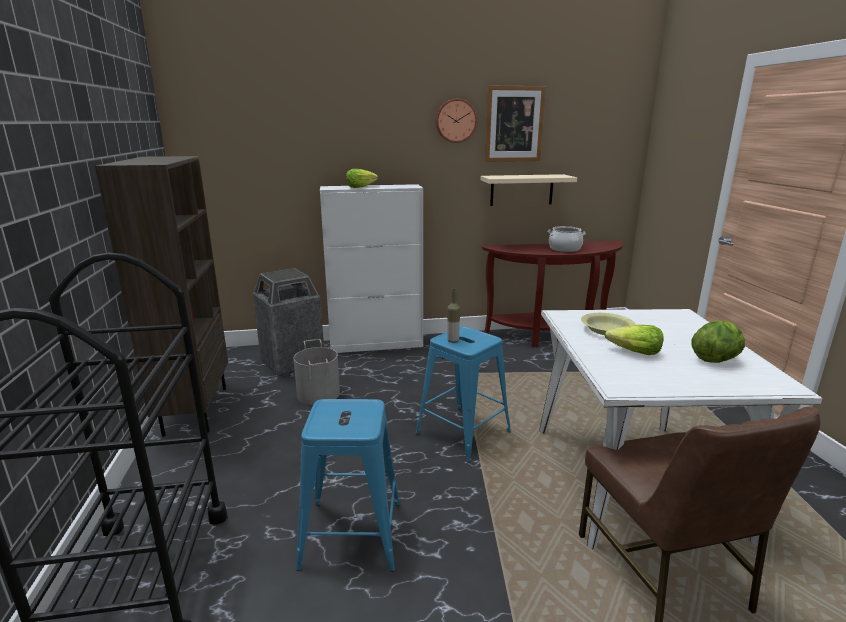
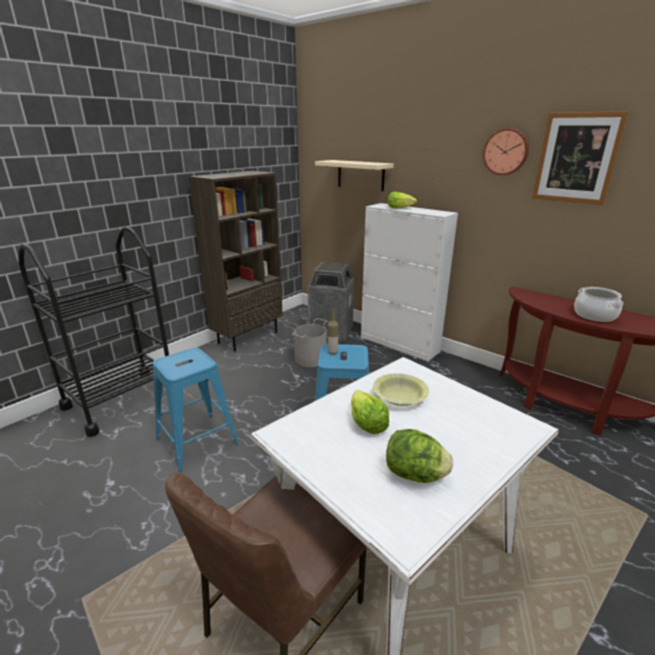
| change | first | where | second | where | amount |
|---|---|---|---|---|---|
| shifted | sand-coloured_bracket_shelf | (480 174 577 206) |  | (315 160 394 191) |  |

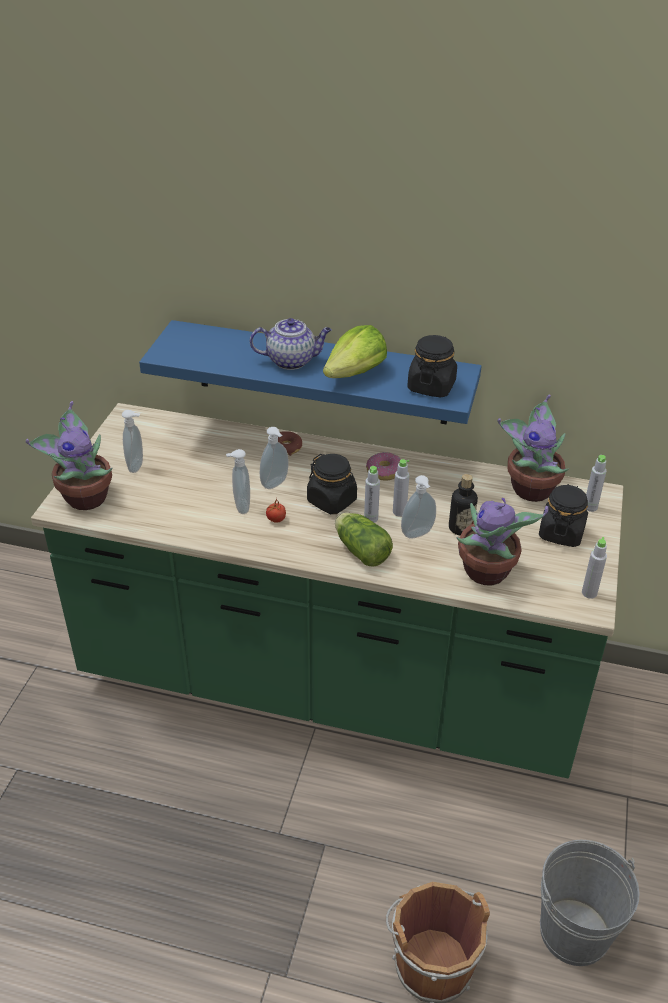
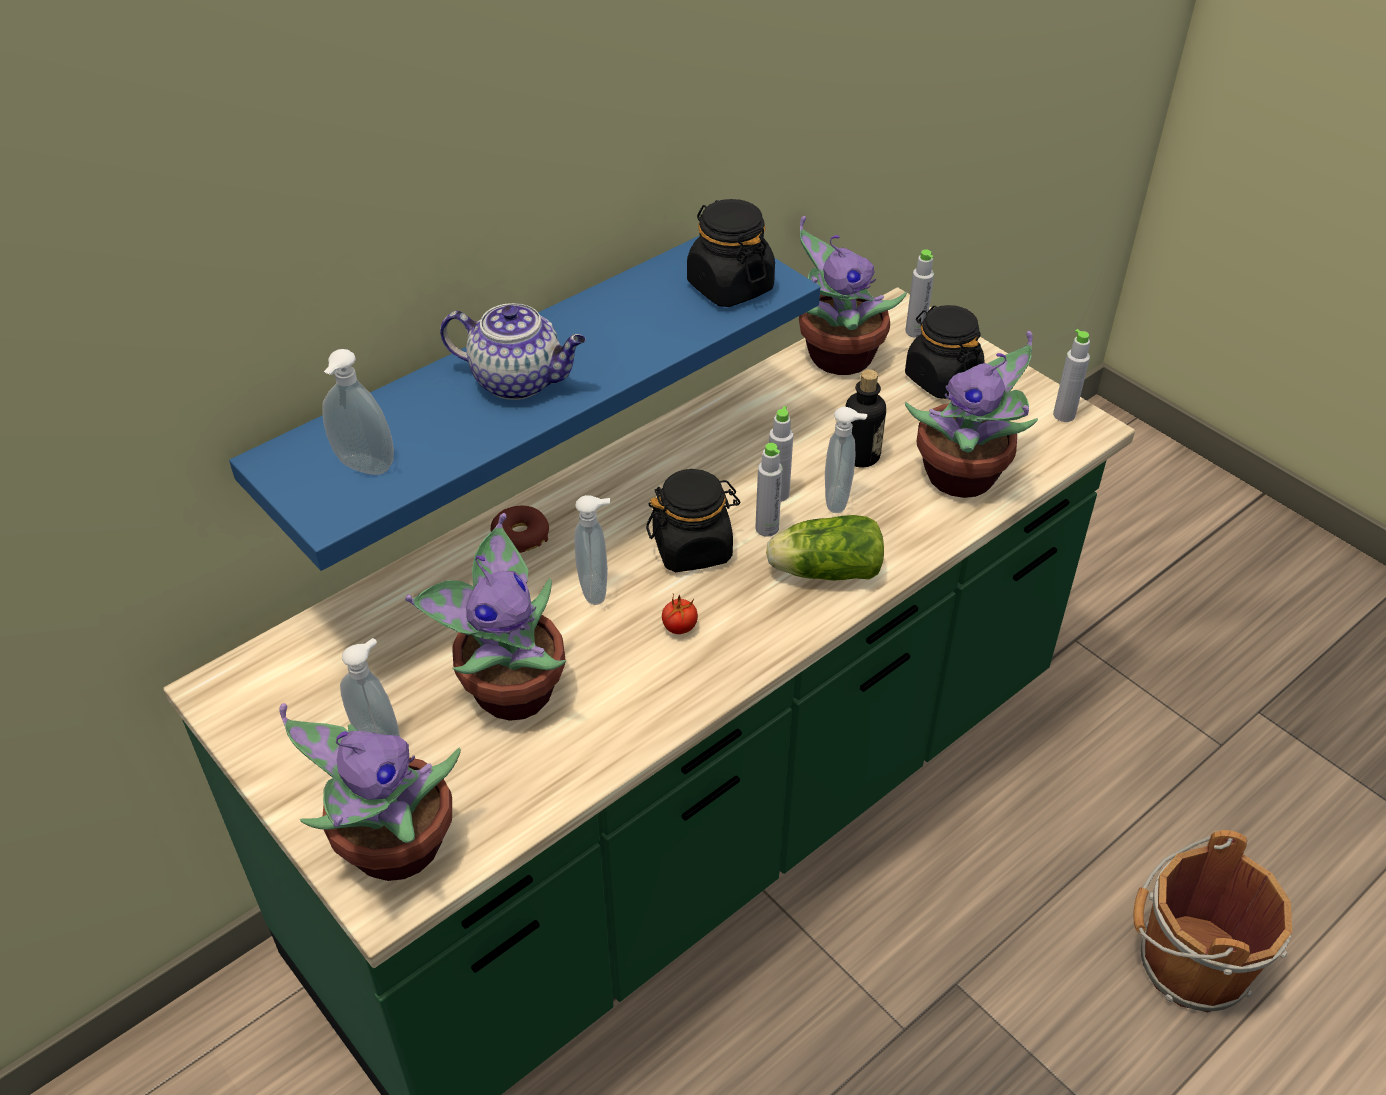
| change | first | where | second | where | amount |
|---|---|---|---|---|---|
| rotated | pot_for_tea | (250 318 332 370) |  | (440 303 586 400) | 75 degrees clockwise |
| gone | lettuce | (323 325 387 378) |  |  |  |
| shifted | soap_bottle | (226 449 250 514) |  | (322 349 394 475) |  |
| gone | doughnut | (366 452 401 481) |  |  |  |
| gone | grey_pail | (540 840 640 966) |  |  |  |
| new |  |  | plant_in_a_pot | (405 513 566 721) |  |

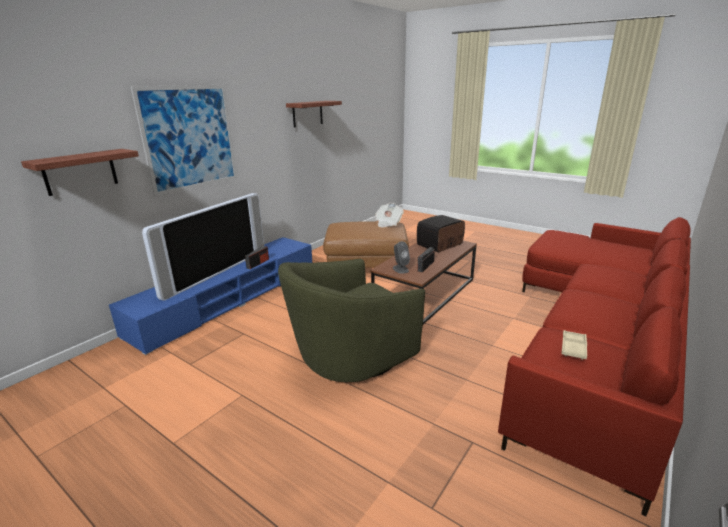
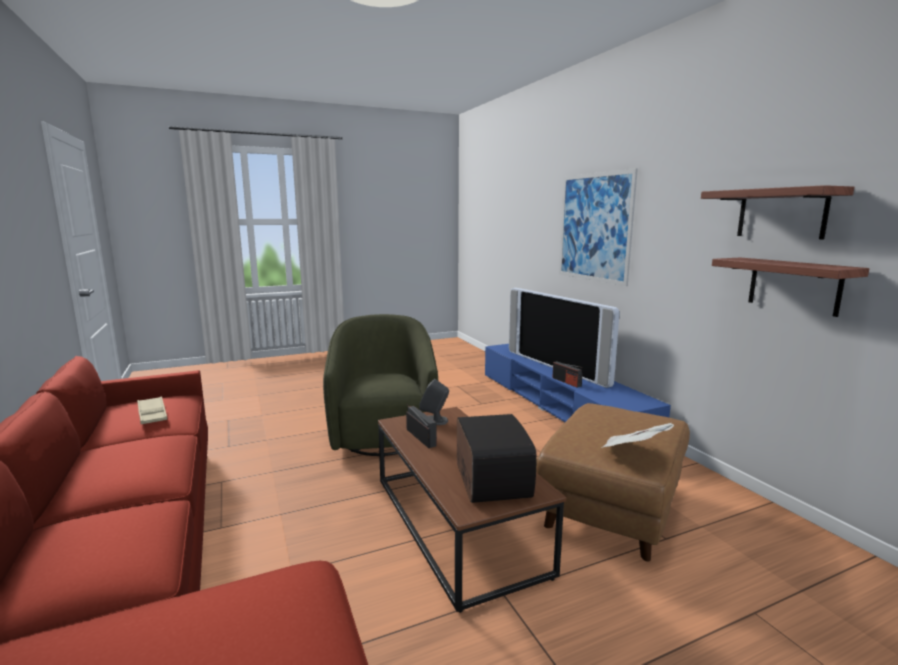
| change | first | where | second | where | amount |
|---|---|---|---|---|---|
| shifted | bracket_shelf | (21 149 139 196) |  | (712 257 869 317) |  |

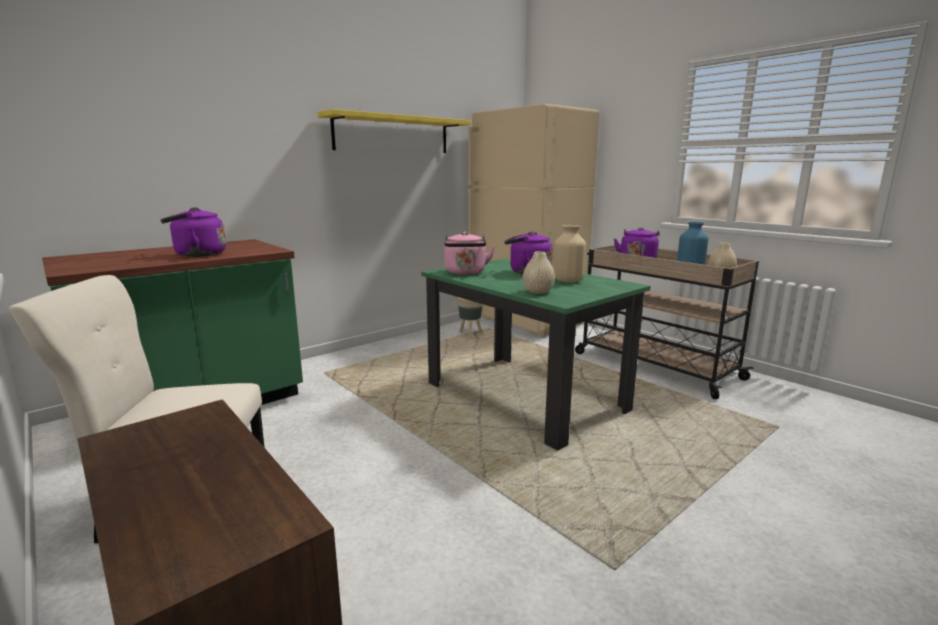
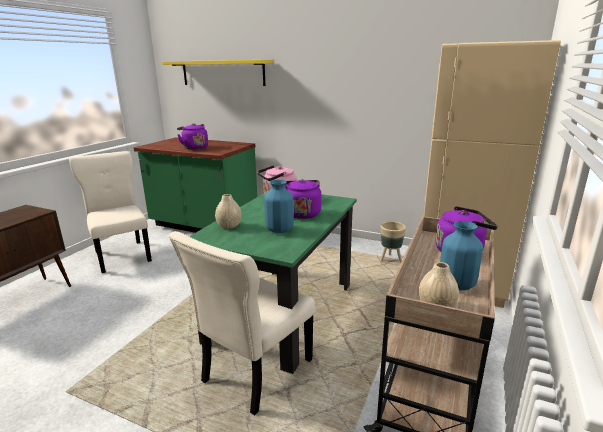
| change | first | where | second | where | amount |
|---|---|---|---|---|---|
| shifted | yellowish_bracket_shelf | (317 109 471 153) |  | (162 60 273 86) |  |
| repainted | sand-coloured_vase | (553 225 586 283) | blue_vase | (264 180 294 233) |  |
| new |  |  | sand-coloured_plain_chair | (169 231 315 415) |  |

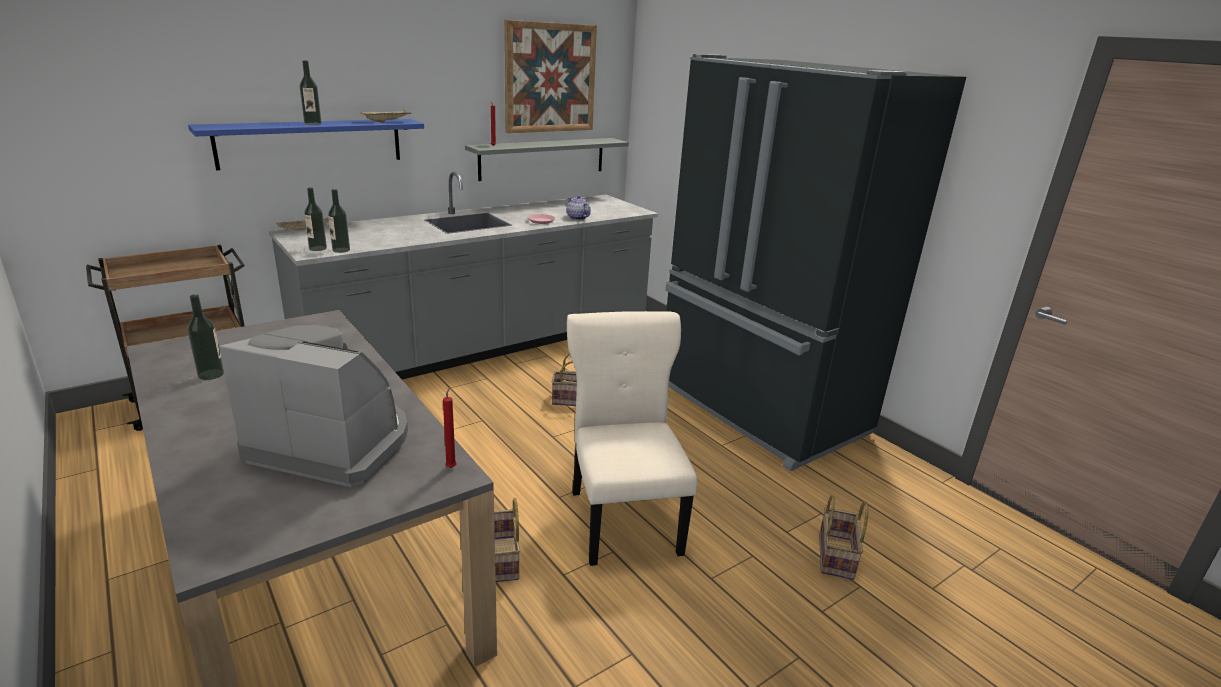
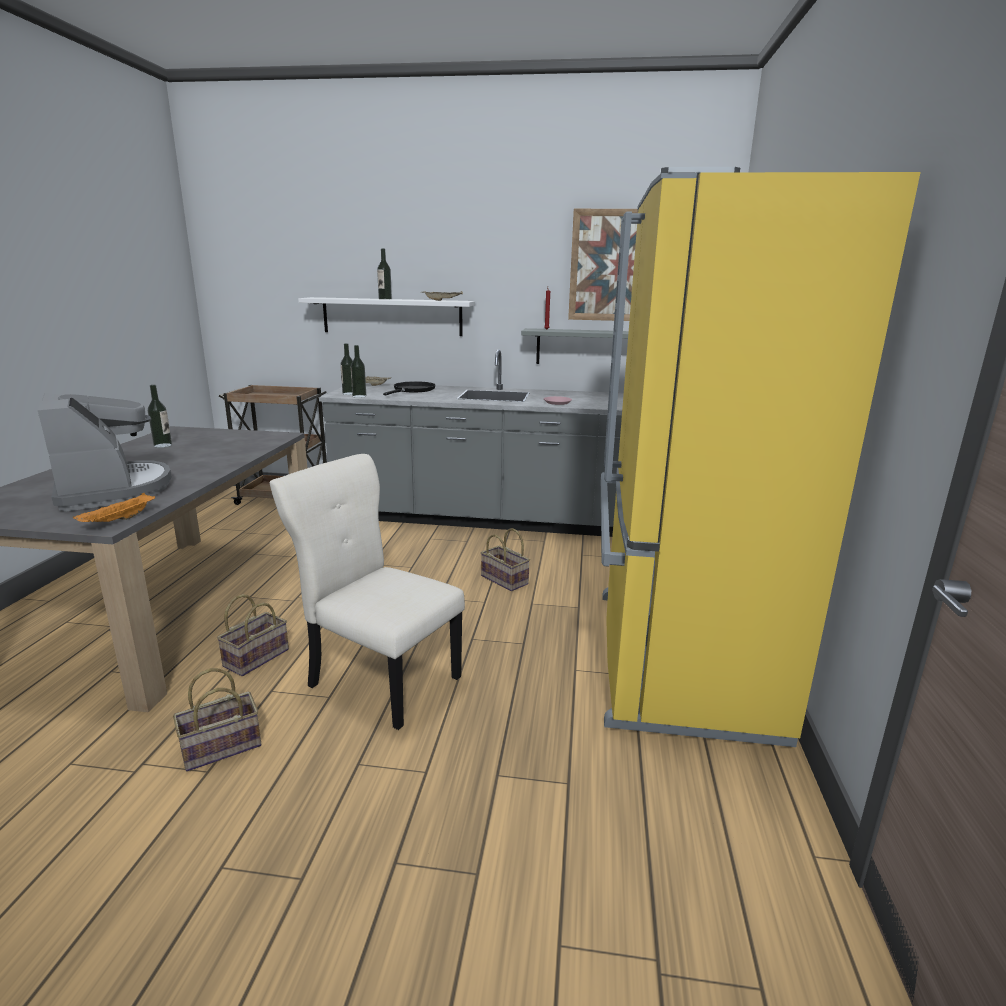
| change | first | where | second | where | amount |
|---|---|---|---|---|---|
| repainted | black_kitchen_fridge | (666 54 966 471) | yellowish_kitchen_fridge | (601 167 921 747) |  |
| repainted | blue_bracket_shelf | (188 119 424 170) | whitish_bracket_shelf | (298 297 475 336) |  |
| gone | pot_for_tea | (567 196 591 220) |  |  |  |
| rotated | sand-coloured_plain_chair | (567 311 697 566) |  | (270 454 465 730) | 90 degrees counterclockwise |
| swapped | red_wax_candle | (443 386 457 468) | orange-coloured_tray | (73 493 155 522) |  |
| shifted | storage_basket | (819 495 868 580) |  | (173 668 261 771) |  |
| new |  |  | black_skillet | (383 381 435 395) |  |

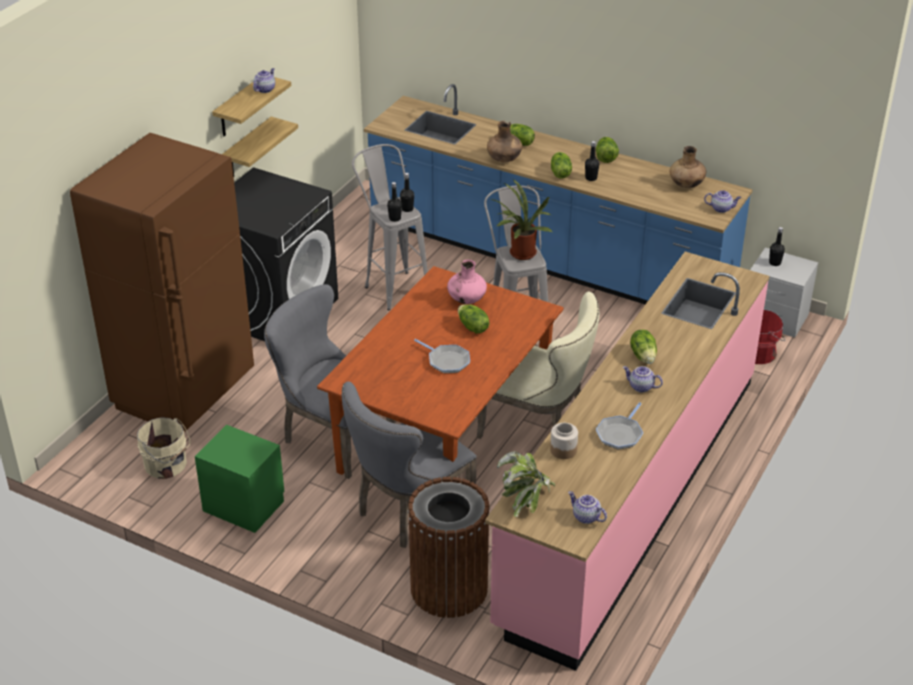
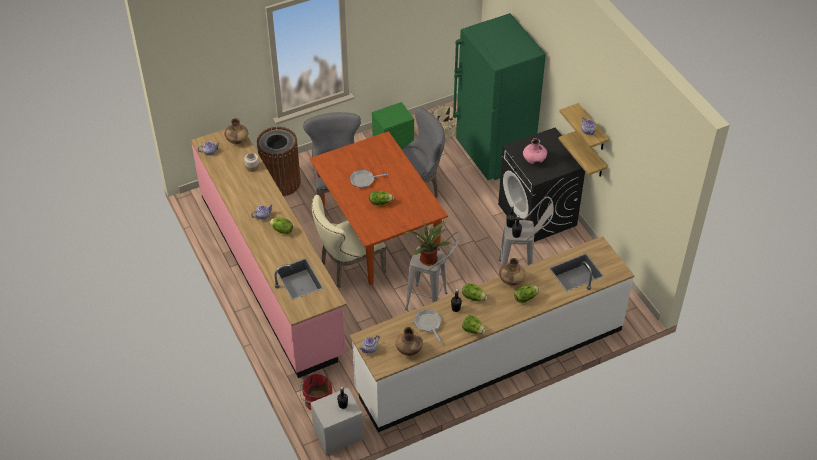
| change | first | where | second | where | amount |
|---|---|---|---|---|---|
| repainted | blue_kitchen_counter | (364 84 753 304) | whitish_kitchen_counter | (350 236 634 432) |  |
| repainted | brown_kitchen_fridge | (70 133 254 432) | green-coloured_kitchen_fridge | (453 13 546 180) |  |
| shifted | pink-coloured_vase | (447 260 487 304) |  | (523 138 547 164) |  |
| shifted | skillet | (596 402 643 449) |  | (414 309 442 343) |  |
| swapped | plant_in_a_pot | (497 451 555 517) | brown_vase | (225 118 248 144) |  |

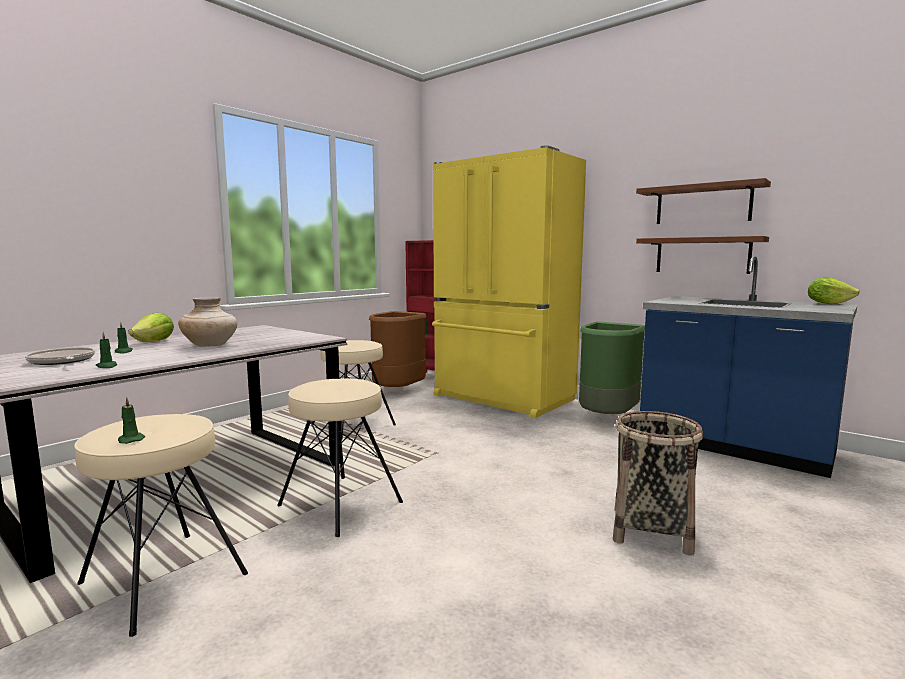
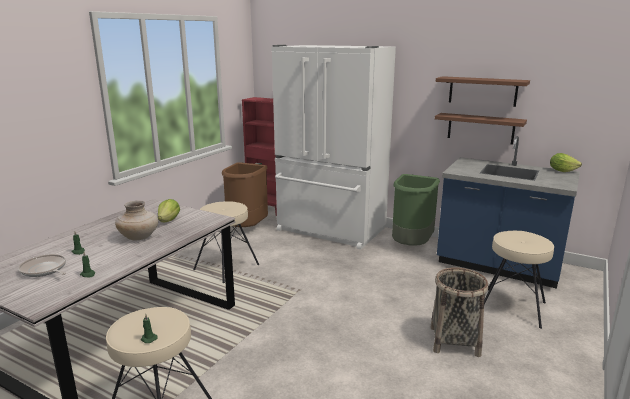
| change | first | where | second | where | amount |
|---|---|---|---|---|---|
| repainted | yellowish_kitchen_fridge | (432 145 586 418) | whitish_kitchen_fridge | (271 45 396 249) |  |
| shifted | lettuce | (129 313 174 342) |  | (158 199 180 222) |  |
| shifted | sand-coloured_stool | (277 378 403 537) |  | (484 231 554 329) |  |

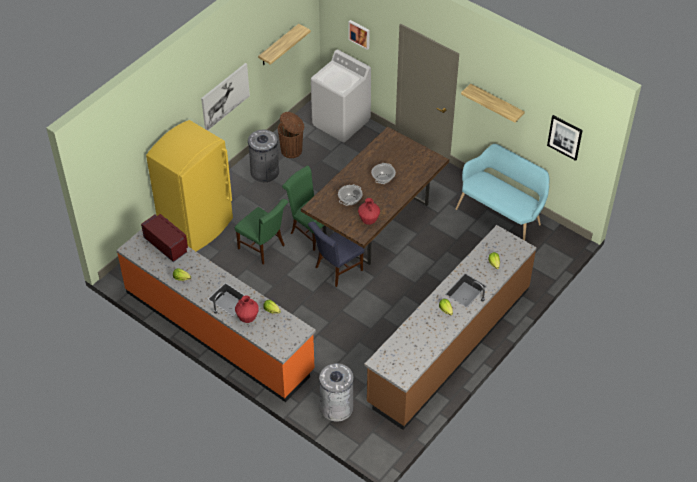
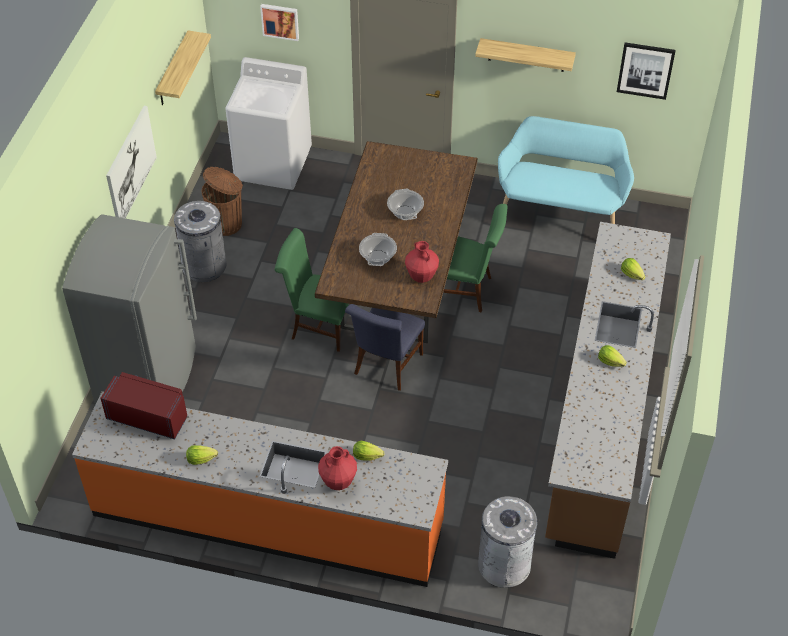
| change | first | where | second | where | amount |
|---|---|---|---|---|---|
| repainted | yellowish_kitchen_fridge | (146 120 233 251) | grey_kitchen_fridge | (62 214 197 405) |  |
| shifted | green-coloured_plain_chair | (235 199 288 264) |  | (443 204 508 312) |  |

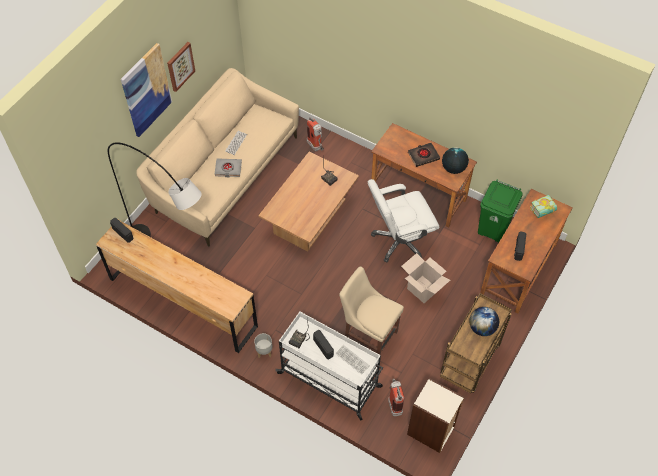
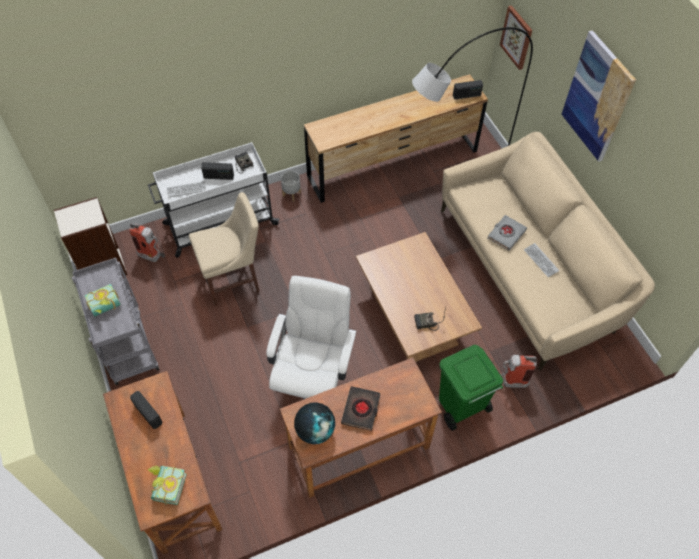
| change | first | where | second | where | amount |
|---|---|---|---|---|---|
| shifted | picture | (167 42 195 92) |  | (500 5 532 70) |  |
| shifted | green-coloured_waste_bin | (478 180 523 243) |  | (439 345 503 431) |  |
| gone | packing_box | (401 253 450 303) |  |  |  |
| repainted | brown_wheeled_cart | (440 293 512 394) | grey_wheeled_cart | (72 258 159 385) |  |
| swapped | world_globe | (470 307 499 336) | bound_book | (84 284 121 317) |  |

